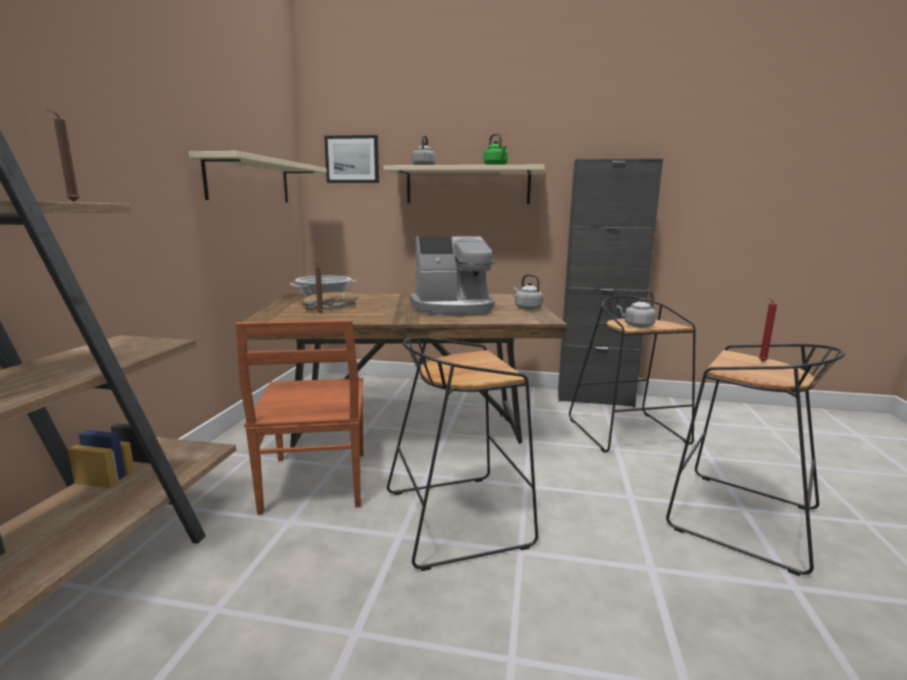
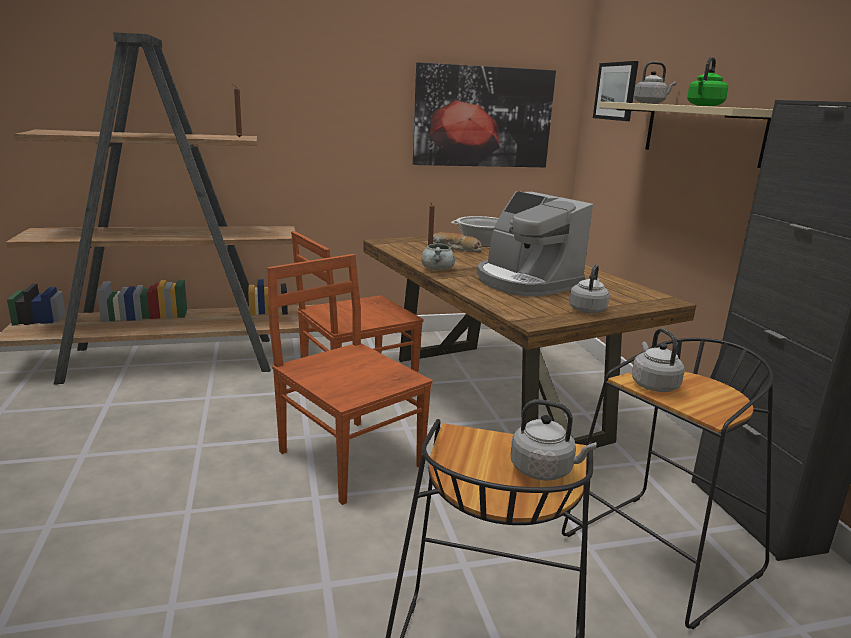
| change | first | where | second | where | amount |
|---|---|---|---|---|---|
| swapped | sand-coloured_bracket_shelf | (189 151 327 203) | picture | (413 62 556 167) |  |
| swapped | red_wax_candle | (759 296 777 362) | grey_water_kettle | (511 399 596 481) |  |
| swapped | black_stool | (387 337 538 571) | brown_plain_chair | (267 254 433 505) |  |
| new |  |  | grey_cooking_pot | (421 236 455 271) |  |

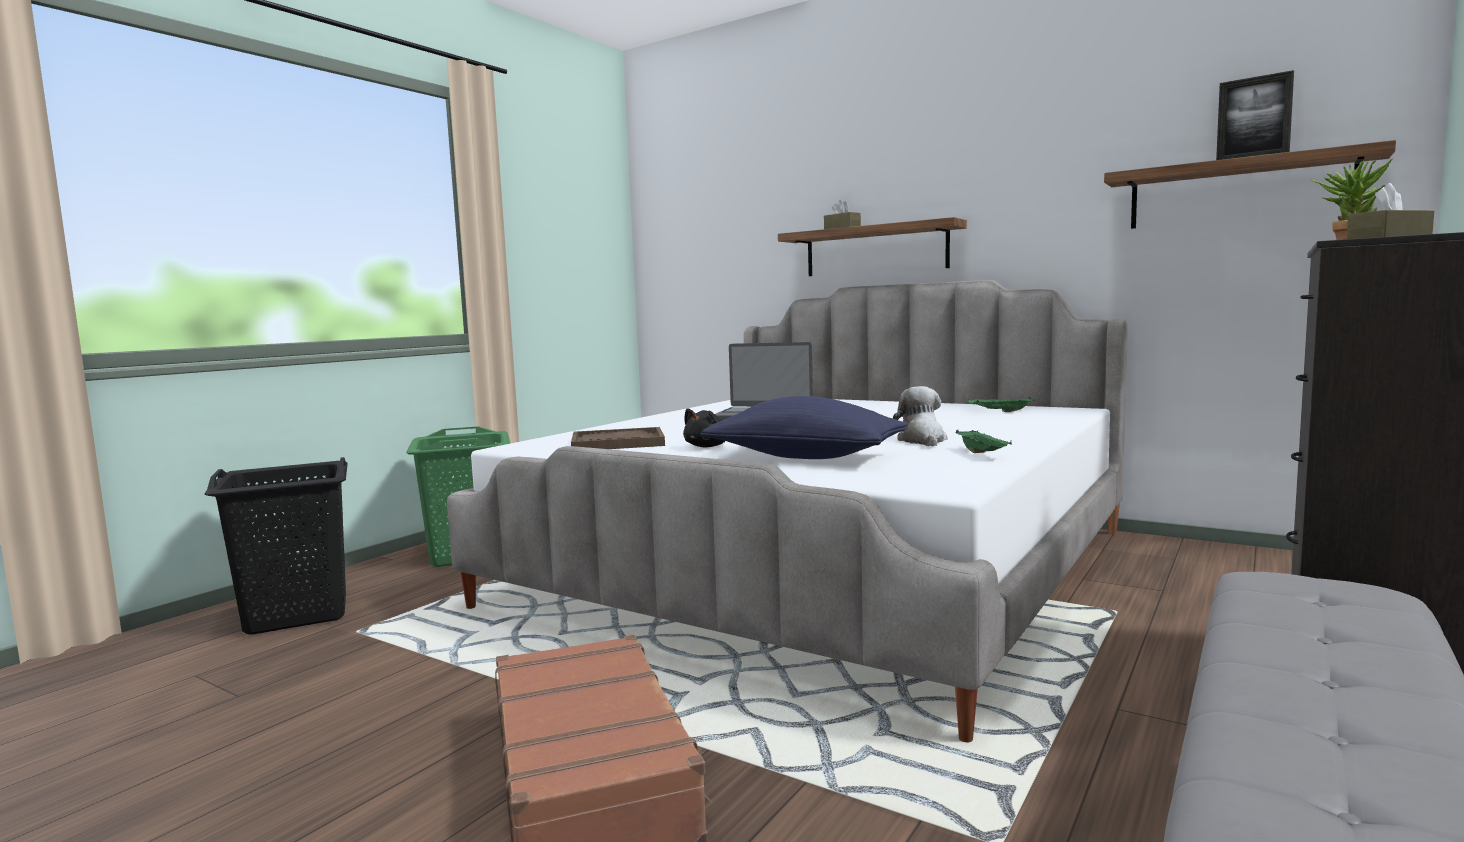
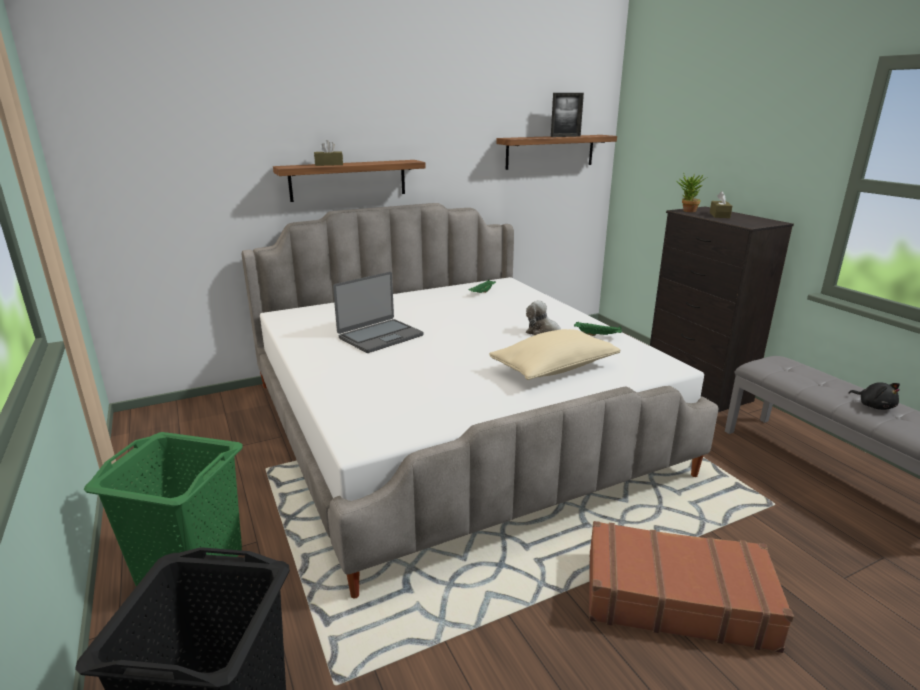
| change | first | where | second | where | amount |
|---|---|---|---|---|---|
| repainted | blue_cushion | (701 396 908 459) | sand-coloured_cushion | (489 329 620 380) |  |
| shifted | black_cuddly_toy | (683 408 725 447) |  | (849 382 900 410) |  |
| gone | brown_tray | (571 427 665 449) |  |  |  |

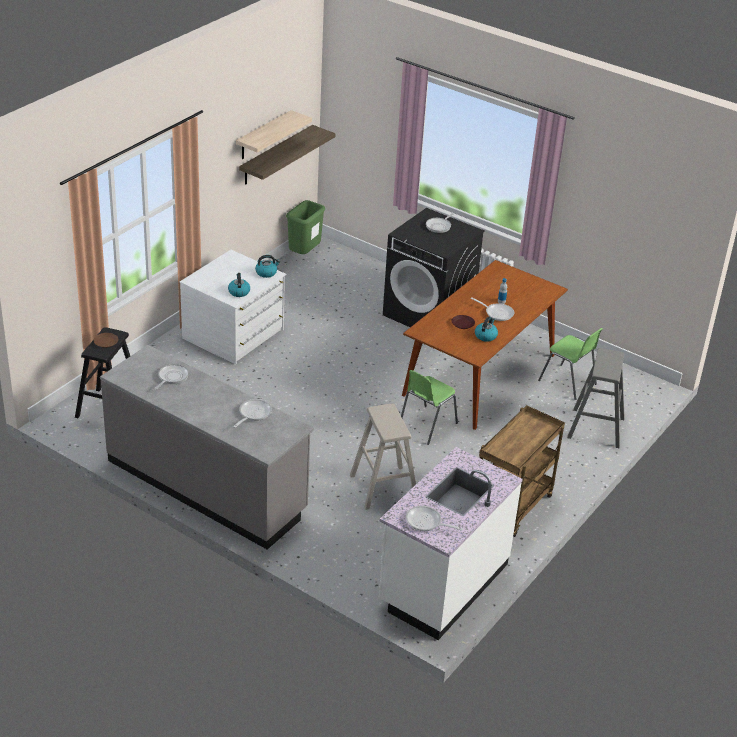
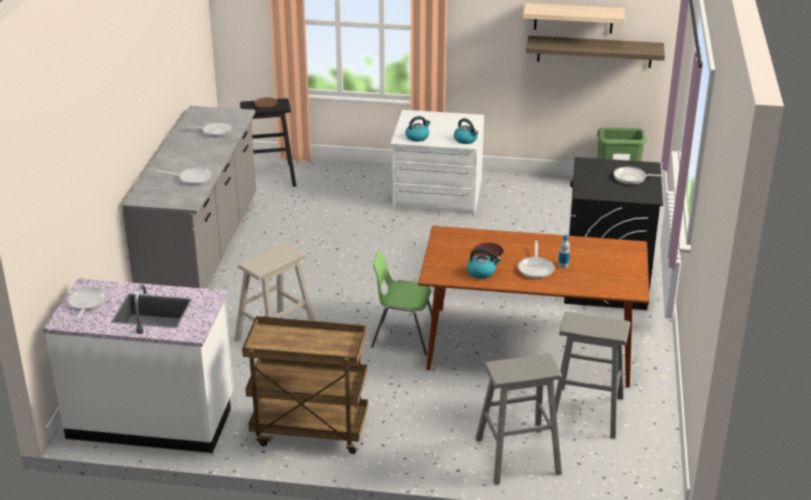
| change | first | where | second | where | amount |
|---|---|---|---|---|---|
| swapped | green-coloured_plain_chair | (538 328 602 400) | grey_stool | (550 312 630 439) |  |

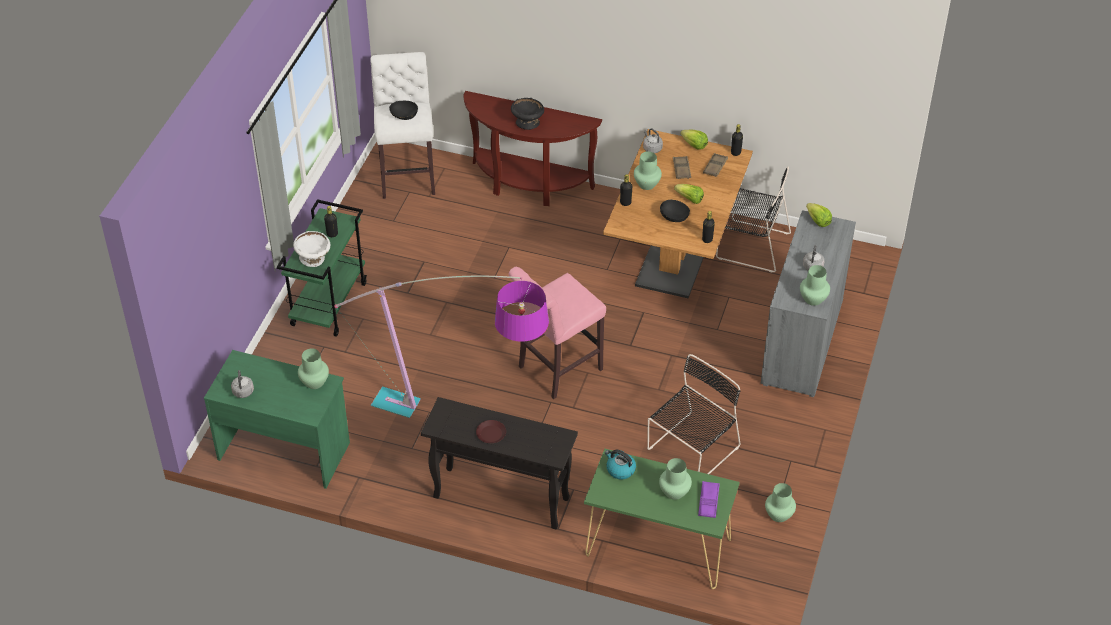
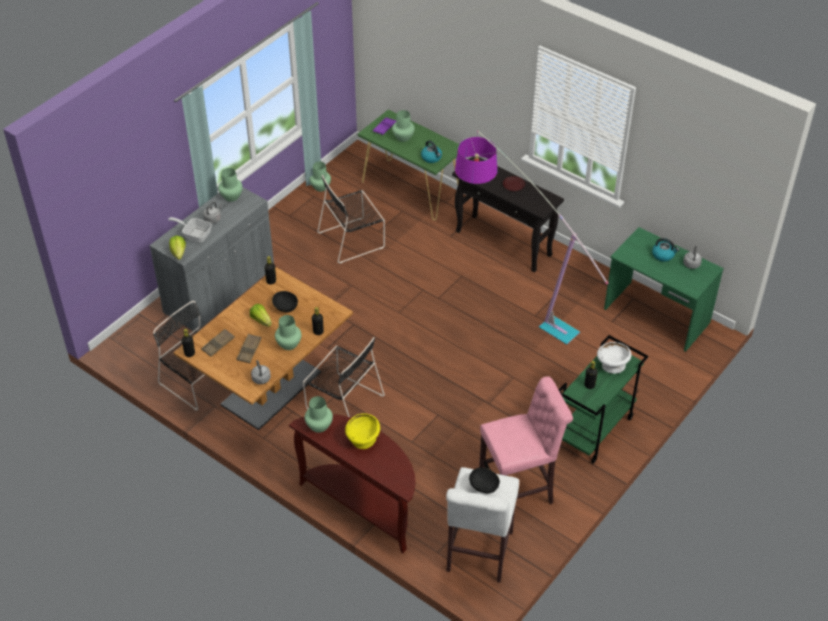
| change | first | where | second | where | amount |
|---|---|---|---|---|---|
| repainted | black_bowl | (511 98 544 130) | yellowish_bowl | (345 413 380 449) |  |
| gone | lettuce | (680 130 708 150) |  |  |  |
| shifted | pink-coloured_stool | (509 267 606 399) |  | (479 376 573 504) |  |
| shifted | green-coloured_vase | (298 349 329 389) |  | (305 396 333 433) |  |
| new |  |  | skillet | (168 217 212 243) |  |
| new |  |  | water_kettle | (652 238 680 261) |  |
| new |  |  | black_plain_chair | (303 337 385 417) |  |

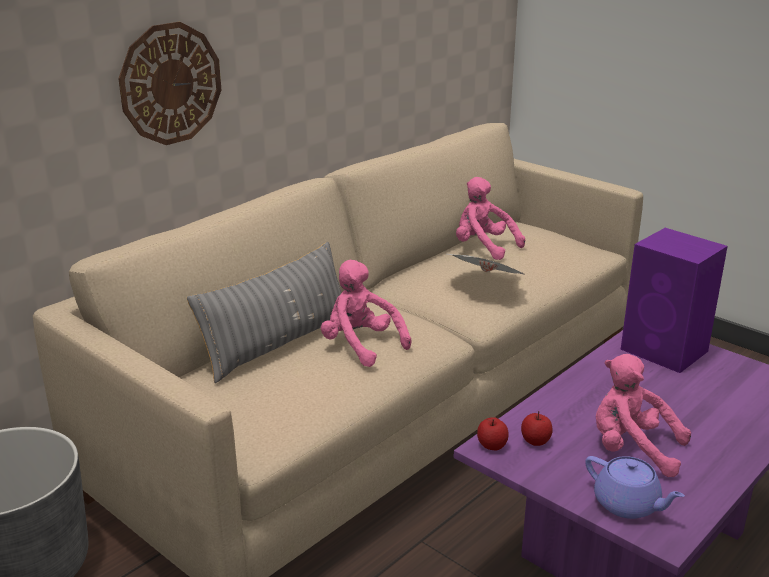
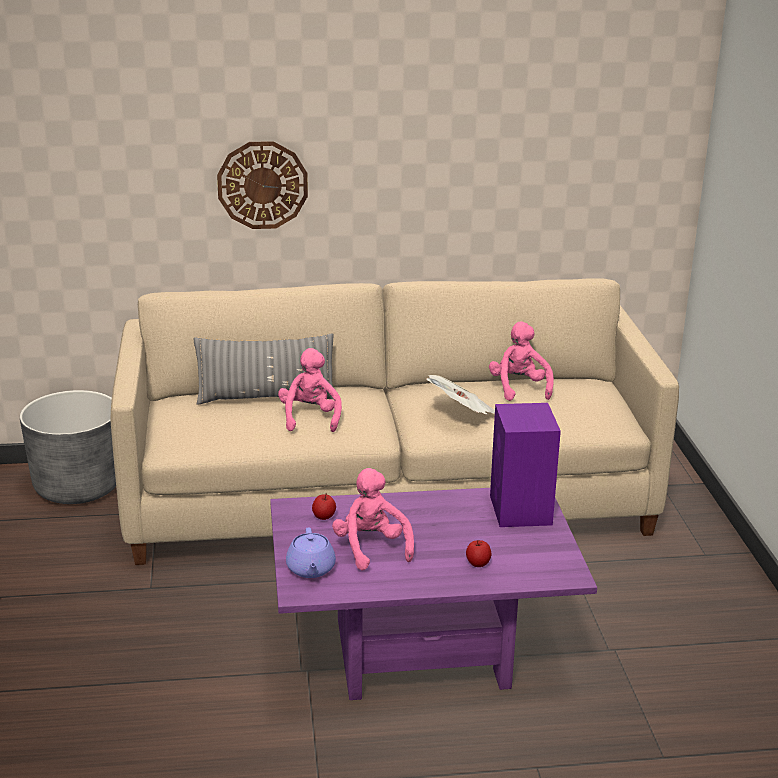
| change | first | where | second | where | amount |
|---|---|---|---|---|---|
| shifted | apple | (477 417 509 450) |  | (466 540 491 567) |  |

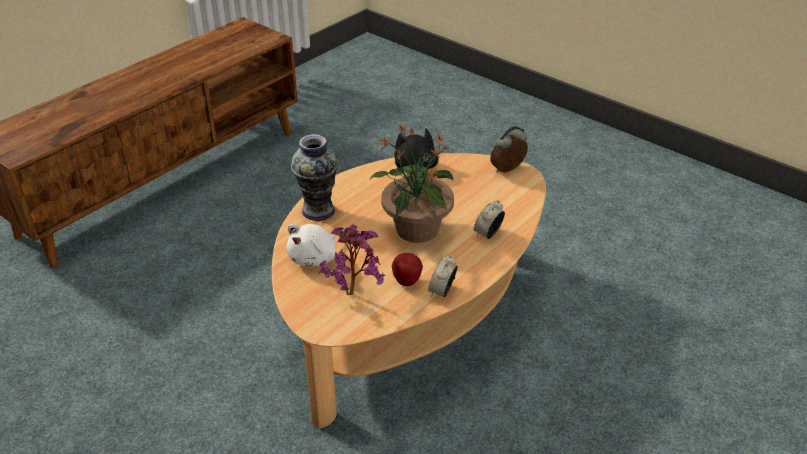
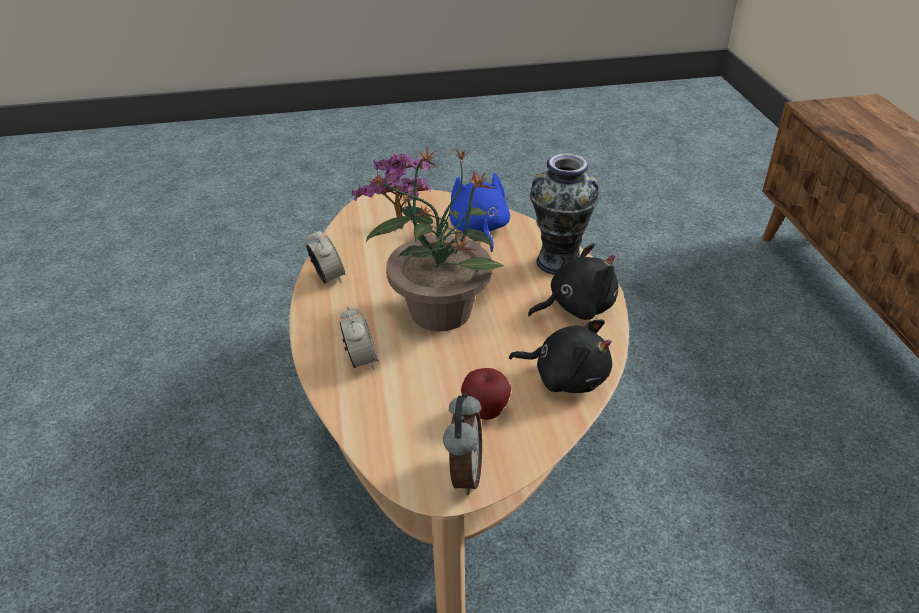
| change | first | where | second | where | amount |
|---|---|---|---|---|---|
| repainted | whitish_cuddly_toy | (286 224 336 266) | blue_cuddly_toy | (450 171 510 252) |  |
| shifted | apple | (392 253 423 286) |  | (461 368 511 420) |  |
| new |  |  | black_cuddly_toy | (528 243 618 320) |  |

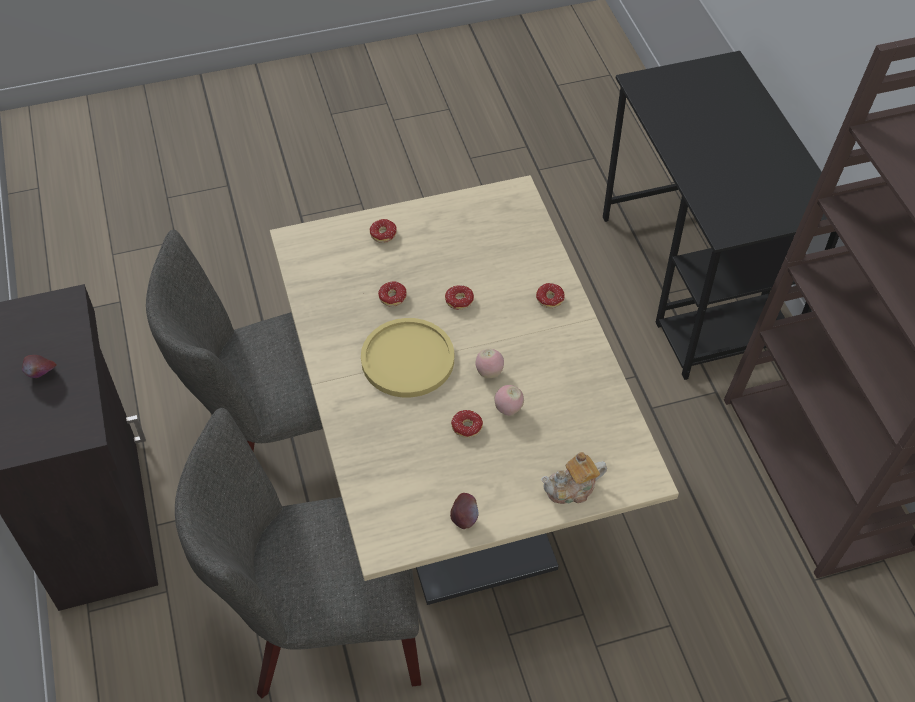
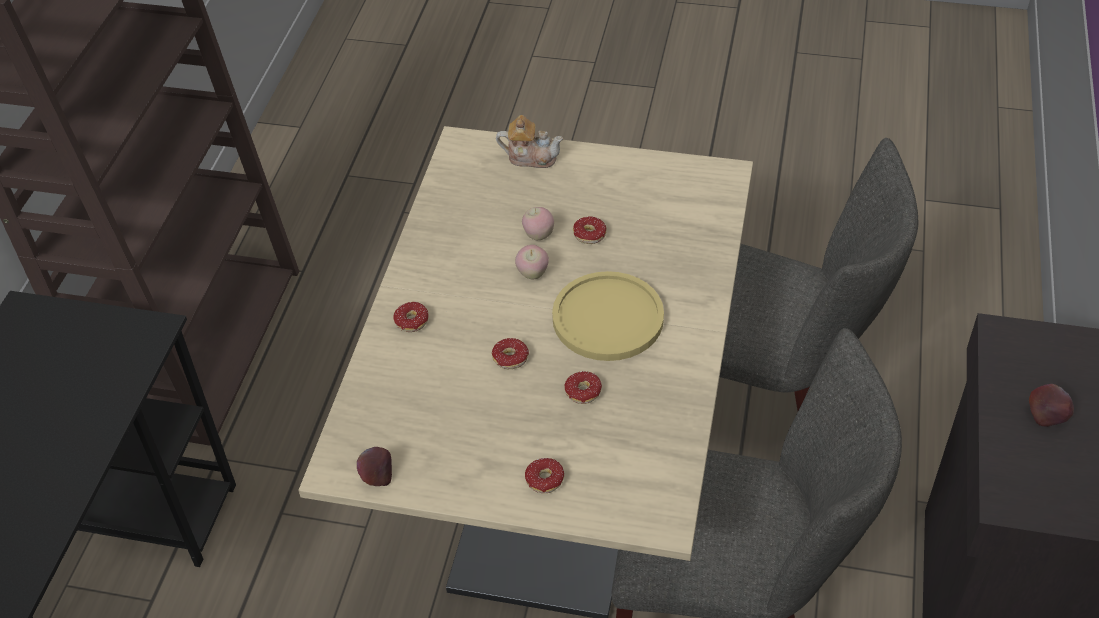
| change | first | where | second | where | amount |
|---|---|---|---|---|---|
| shifted | apple | (450 493 479 529) |  | (357 447 392 486) |  |

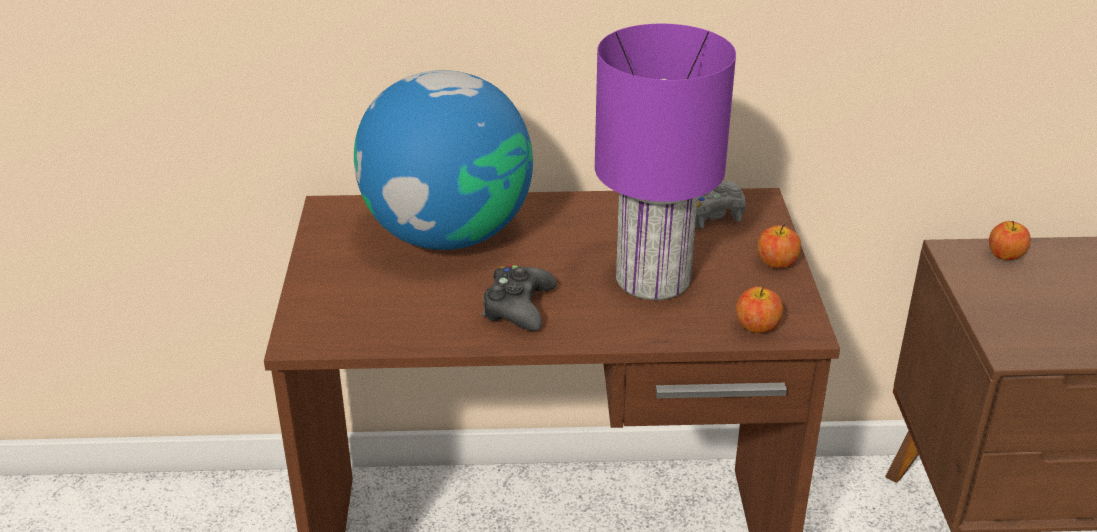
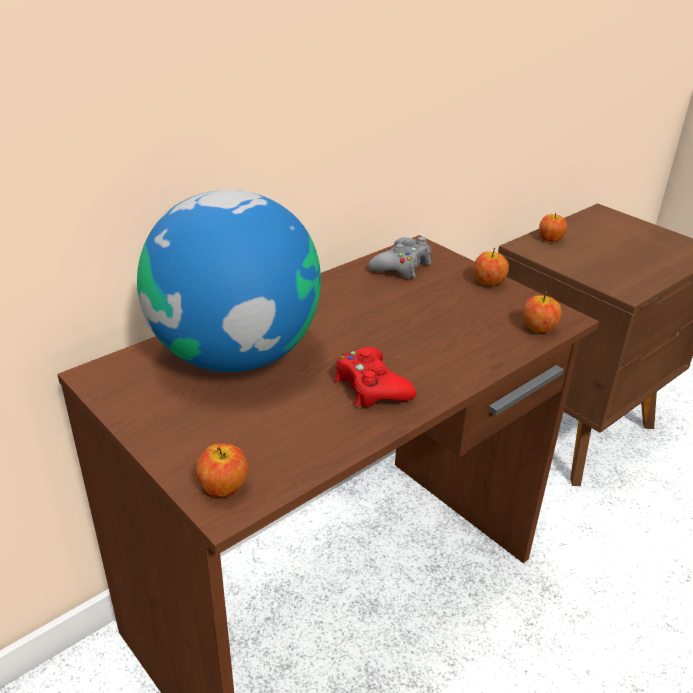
| change | first | where | second | where | amount |
|---|---|---|---|---|---|
| gone | purple-coloured_tabletop_lamp | (595 24 736 300) |  |  |  |
| repainted | black_joypad | (482 264 557 331) | red_joypad | (334 347 416 407) |  |
| new |  |  | apple | (196 443 248 497) |  |

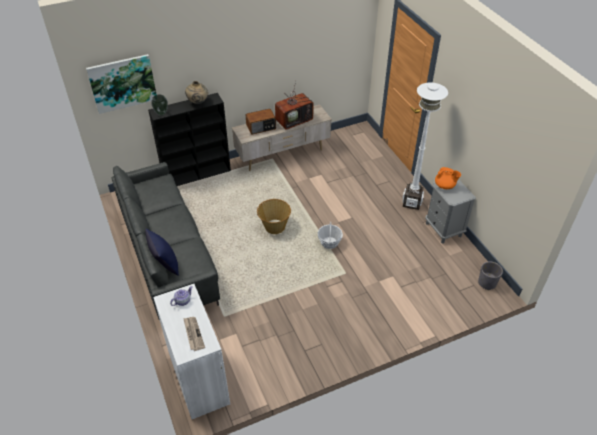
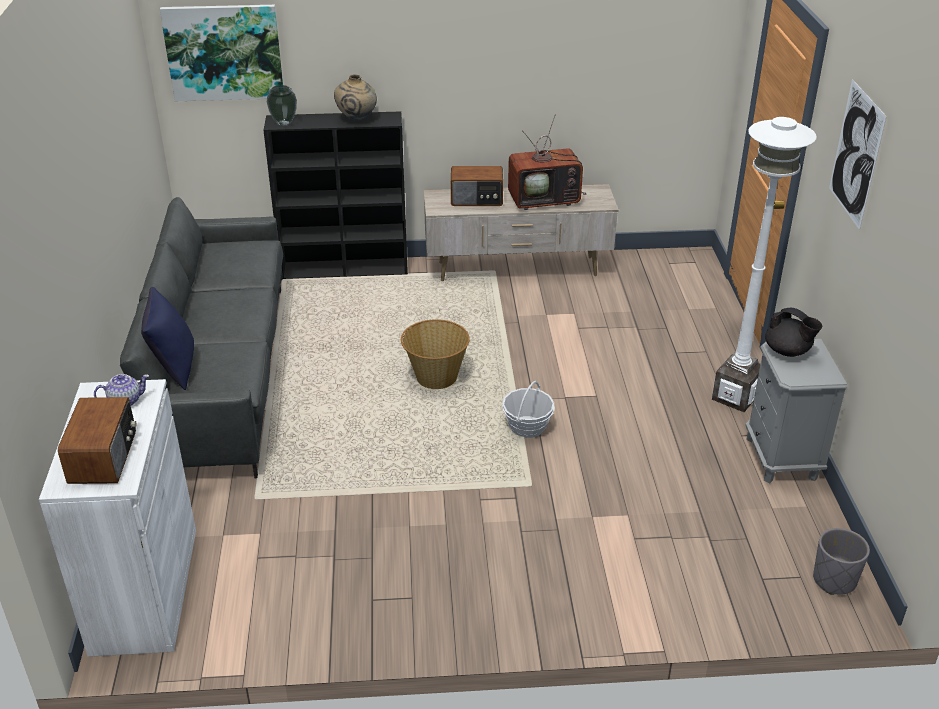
| change | first | where | second | where | amount |
|---|---|---|---|---|---|
| repainted | orange-coloured_pot_for_tea | (435 167 461 189) | black_pot_for_tea | (765 308 822 357) |  |
| swapped | daily_paper | (183 317 205 351) | radio_set | (58 397 137 484) |  |
| new |  |  | picture | (829 79 887 230) |  |

